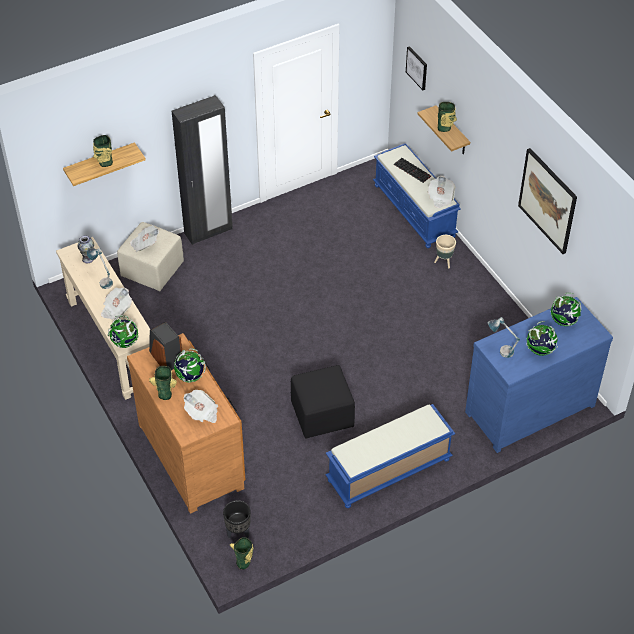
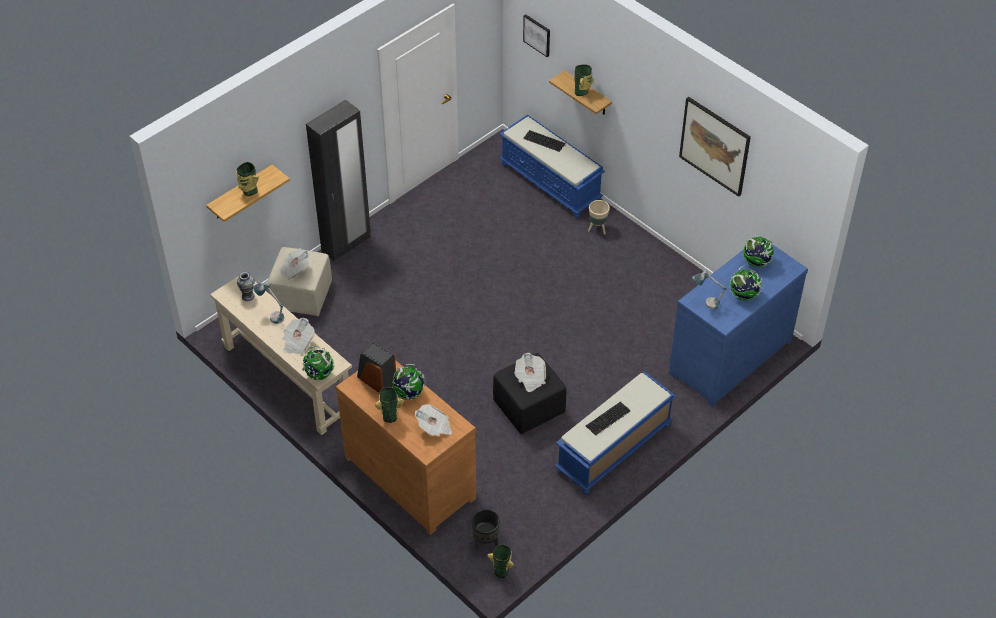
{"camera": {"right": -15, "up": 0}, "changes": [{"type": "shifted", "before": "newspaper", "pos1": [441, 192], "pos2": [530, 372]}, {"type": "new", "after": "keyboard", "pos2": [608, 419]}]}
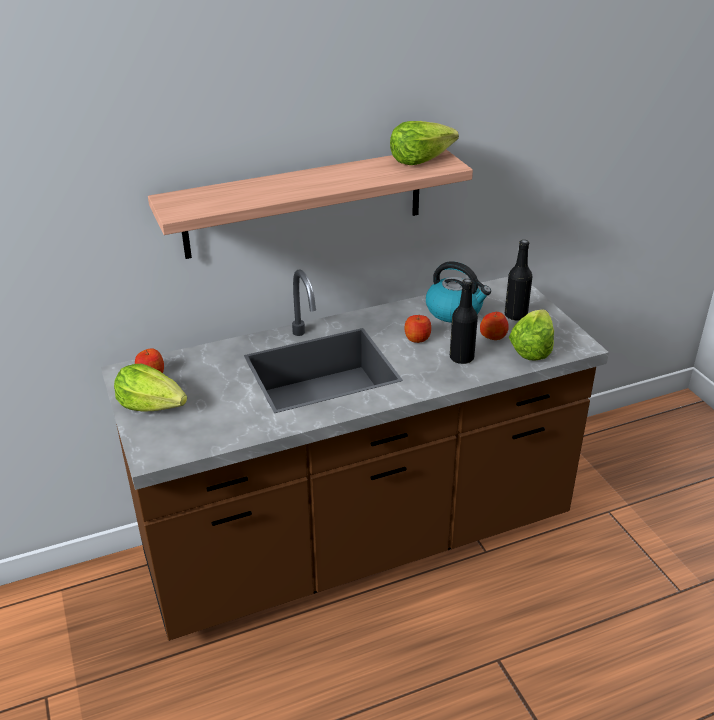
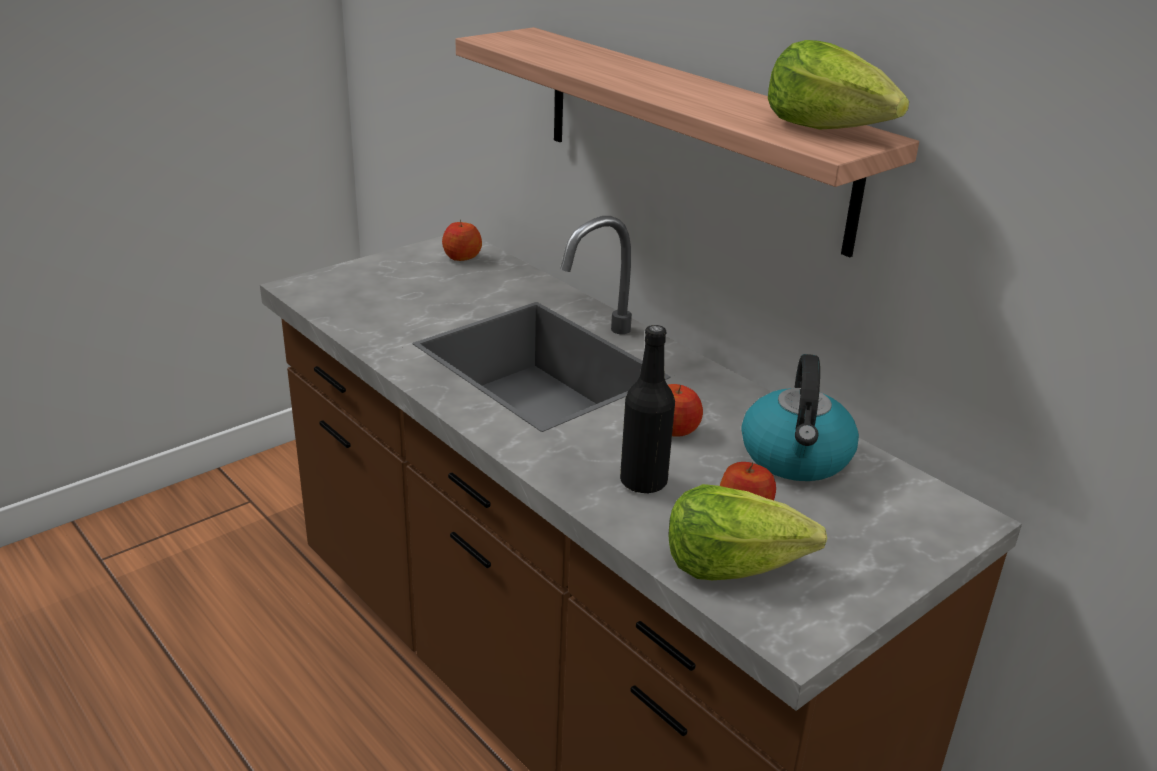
{"camera": {"right": 70, "up": -5}, "changes": [{"type": "gone", "before": "lettuce", "pos1": [150, 388]}, {"type": "gone", "before": "bottle in black", "pos1": [519, 280]}]}
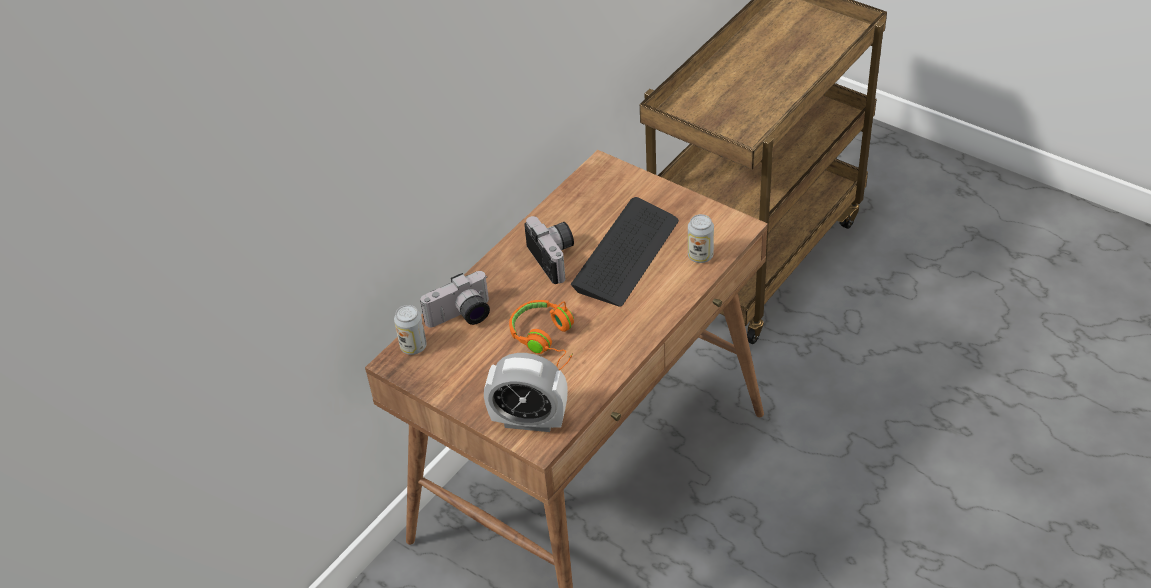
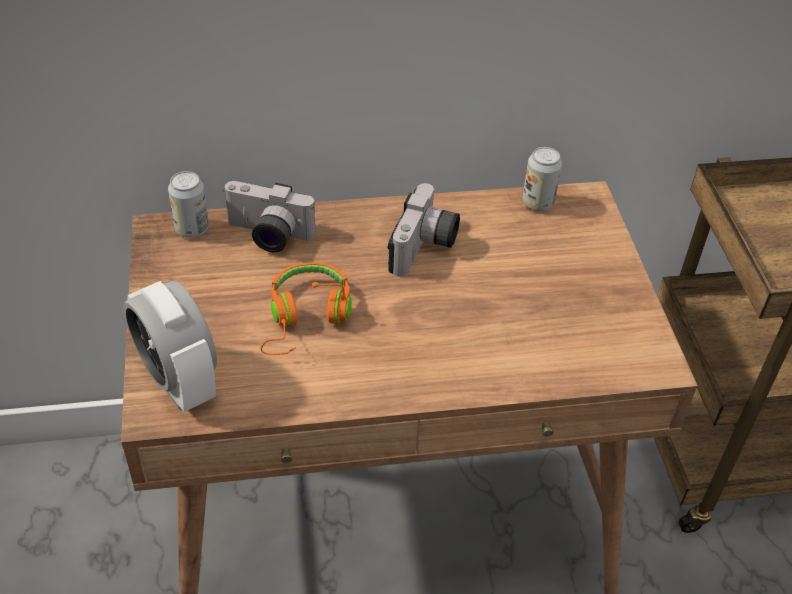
{"camera": {"right": 40, "up": 0}, "changes": [{"type": "shifted", "before": "can", "pos1": [701, 238], "pos2": [542, 179]}, {"type": "gone", "before": "keyboard", "pos1": [625, 252]}]}
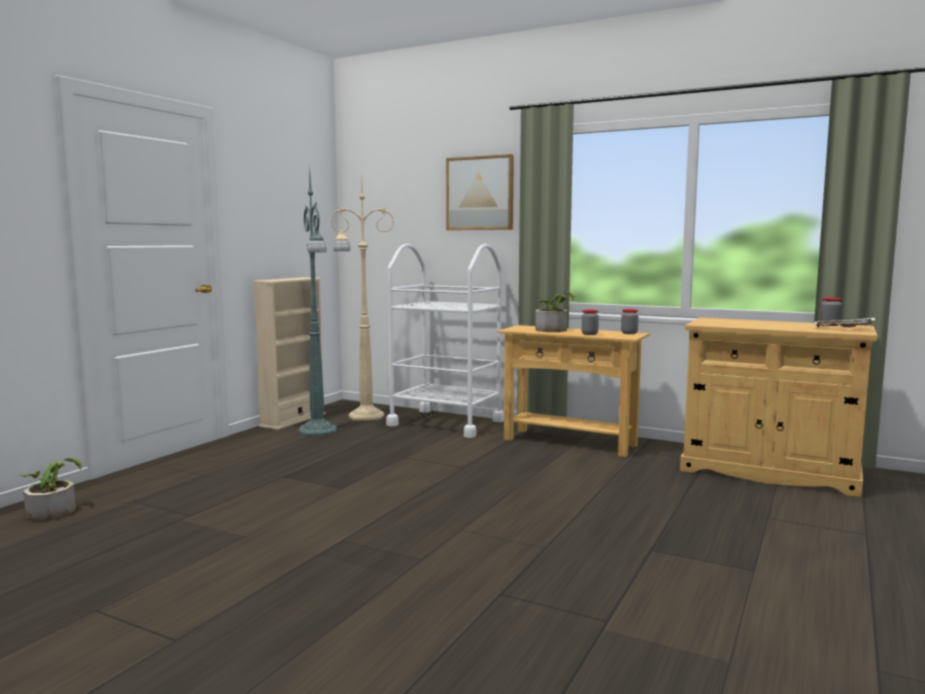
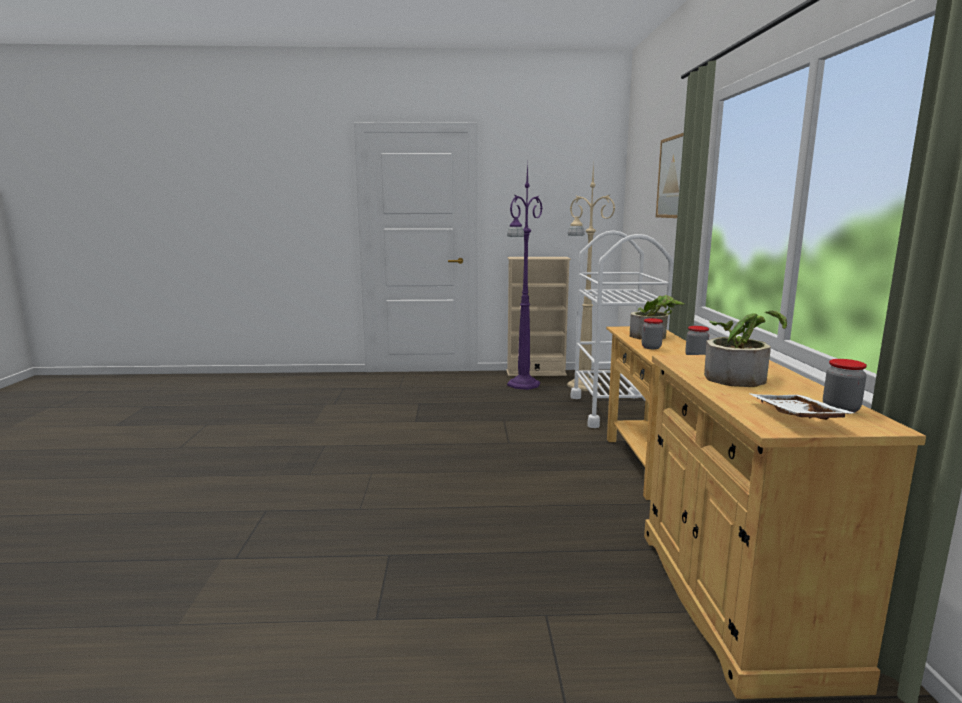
{"camera": {"right": 60, "up": 5}, "changes": [{"type": "repainted", "before": "floor lamp in green", "after": "floor lamp in purple", "pos1": [317, 300], "pos2": [524, 276]}, {"type": "shifted", "before": "potted plant", "pos1": [51, 489], "pos2": [745, 348]}]}
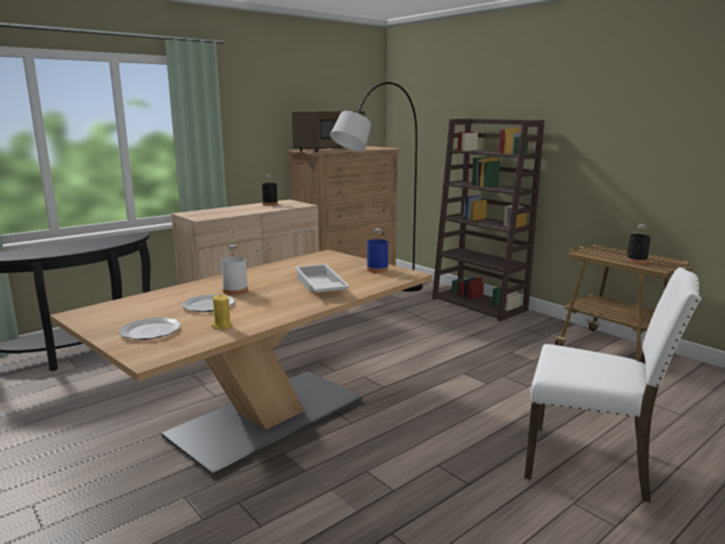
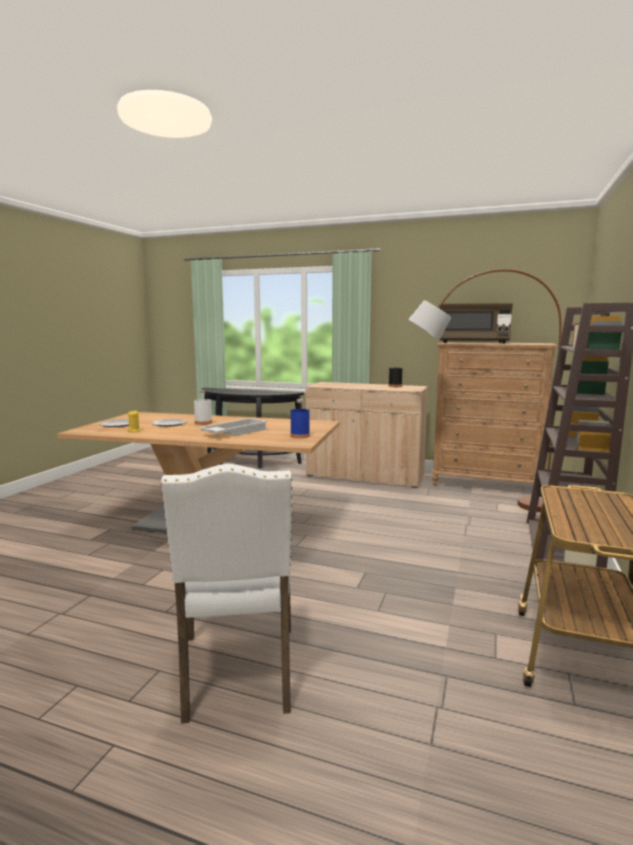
{"camera": {"right": 60, "up": -5}, "changes": [{"type": "repainted", "before": "floor lamp in grey", "after": "floor lamp in brown", "pos1": [376, 187], "pos2": [485, 390]}, {"type": "gone", "before": "bottle in black", "pos1": [638, 244]}]}
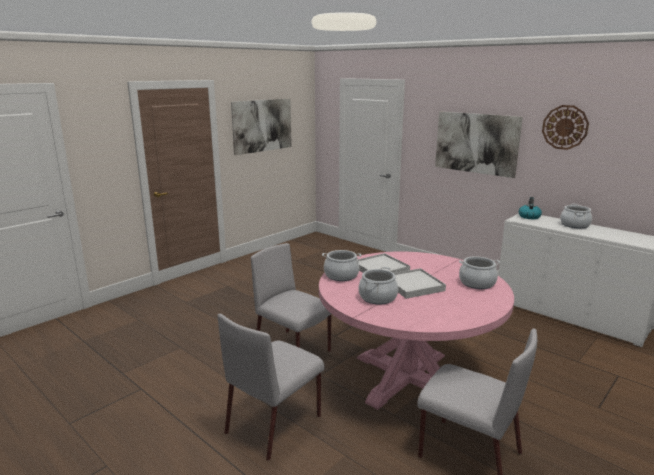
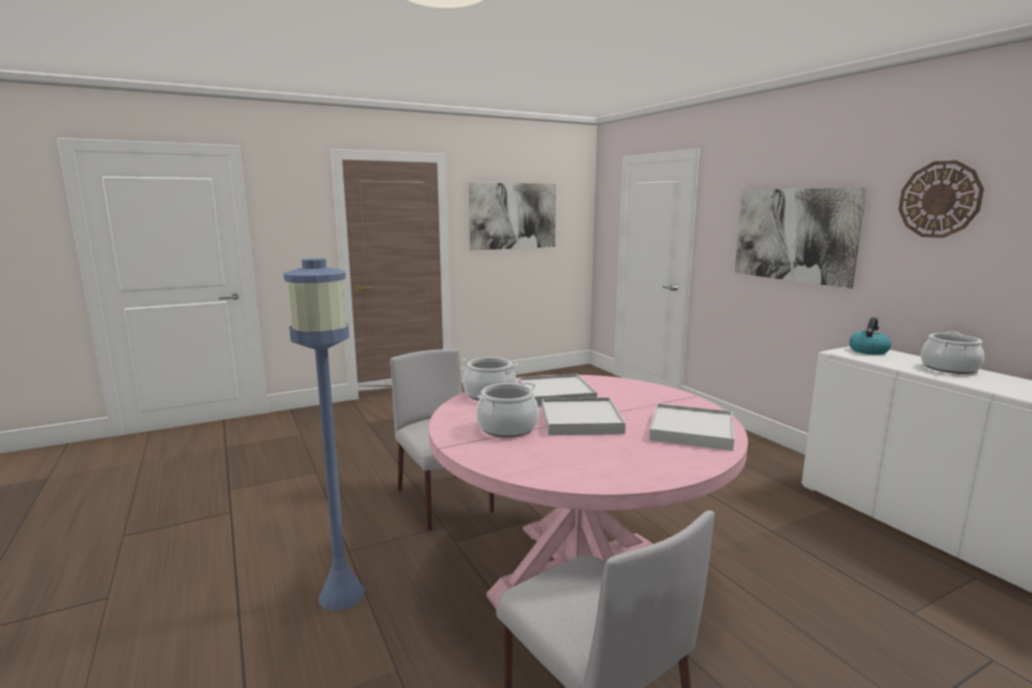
{"camera": {"right": 20, "up": -5}, "changes": [{"type": "swapped", "before": "chair in grey", "after": "floor lamp in blue", "pos1": [271, 387], "pos2": [324, 434]}, {"type": "swapped", "before": "cooking pot", "after": "tray in white", "pos1": [479, 272], "pos2": [691, 427]}]}
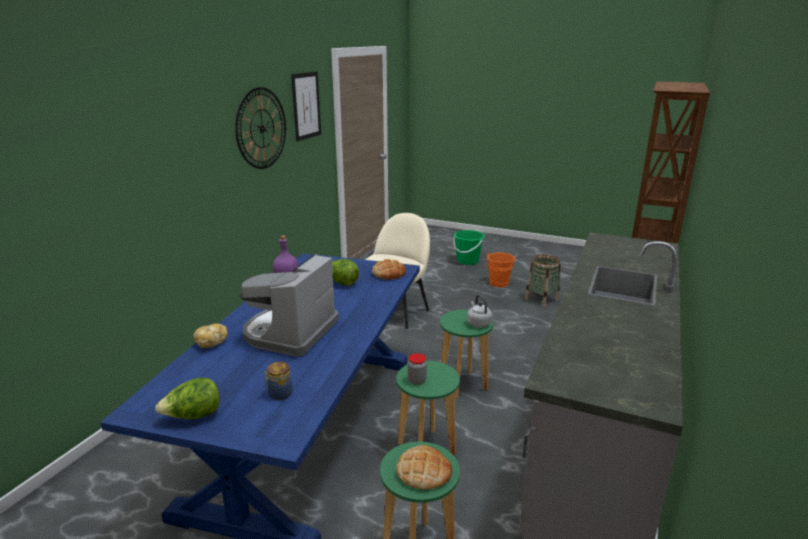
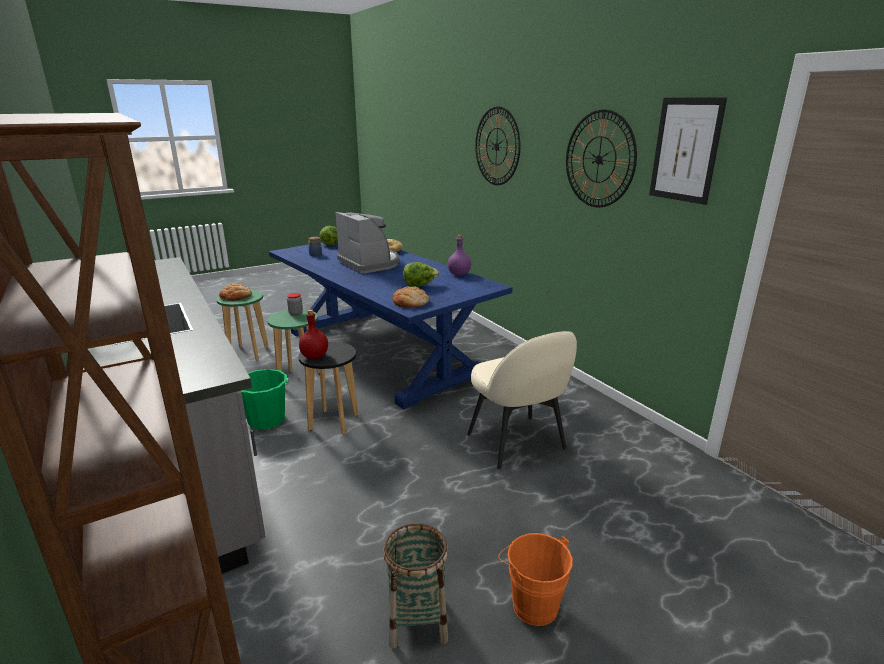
{"camera": {"right": 125, "up": 0}, "changes": [{"type": "shifted", "before": "bucket in green", "pos1": [469, 247], "pos2": [265, 399]}, {"type": "repainted", "before": "stool in green", "after": "stool in black", "pos1": [466, 354], "pos2": [328, 388]}, {"type": "swapped", "before": "kettle in grey", "after": "bottle in red", "pos1": [479, 311], "pos2": [313, 334]}, {"type": "new", "after": "wall clock", "pos2": [497, 145]}]}
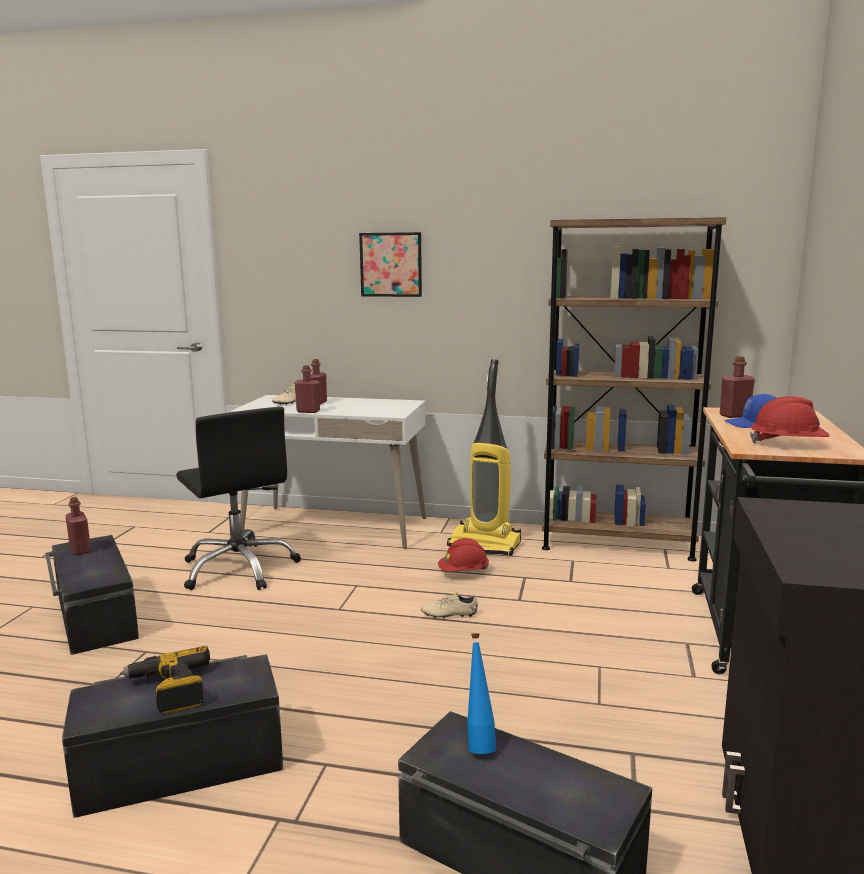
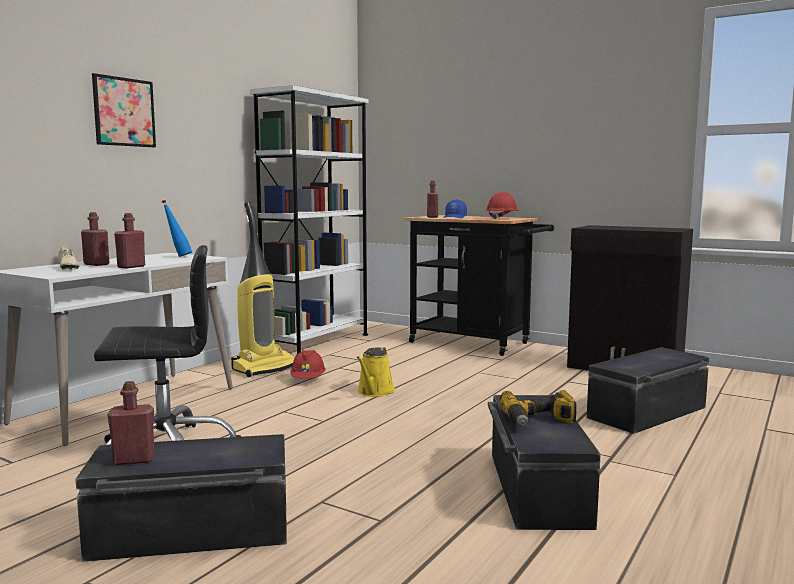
{"camera": {"right": -70, "up": -5}, "changes": [{"type": "shifted", "before": "bottle in blue", "pos1": [481, 693], "pos2": [177, 228]}, {"type": "repainted", "before": "bookcase in brown", "after": "bookcase in white", "pos1": [634, 389], "pos2": [309, 219]}, {"type": "swapped", "before": "shoe in beige", "after": "watering can in yellow", "pos1": [449, 605], "pos2": [375, 372]}]}
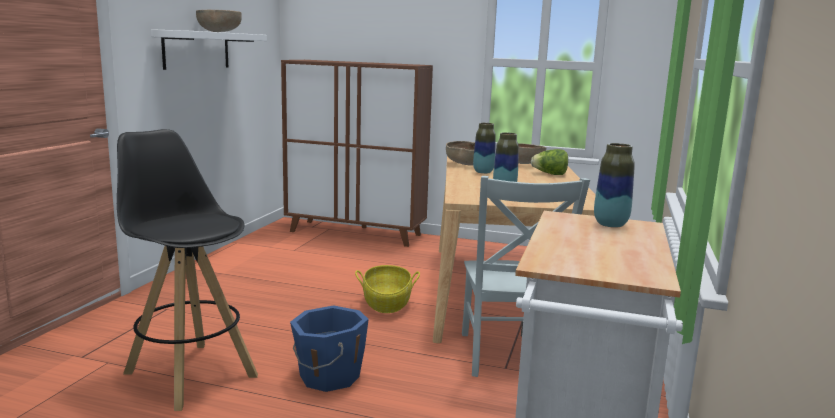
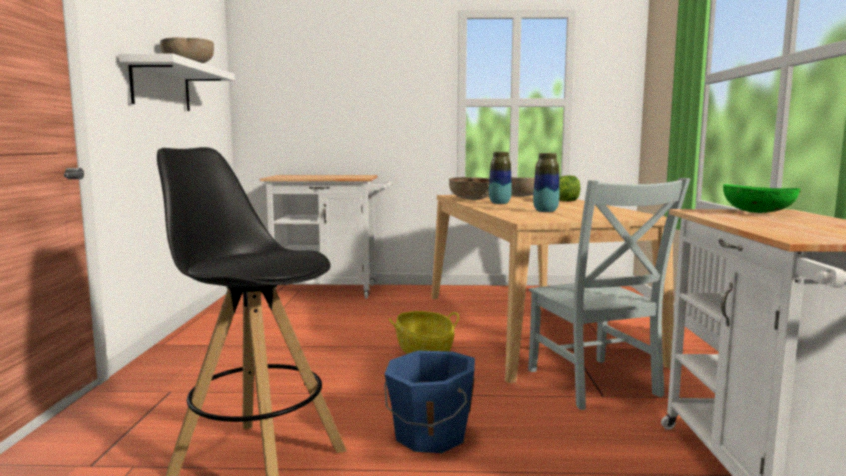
{"camera": {"right": -15, "up": -5}, "changes": [{"type": "swapped", "before": "cabinet in brown", "after": "cart in white", "pos1": [357, 153], "pos2": [326, 237]}, {"type": "swapped", "before": "vase", "after": "bowl in green", "pos1": [614, 185], "pos2": [762, 198]}]}
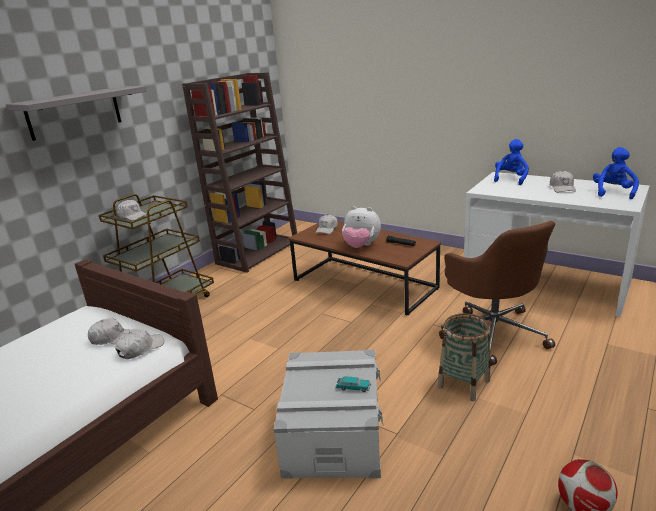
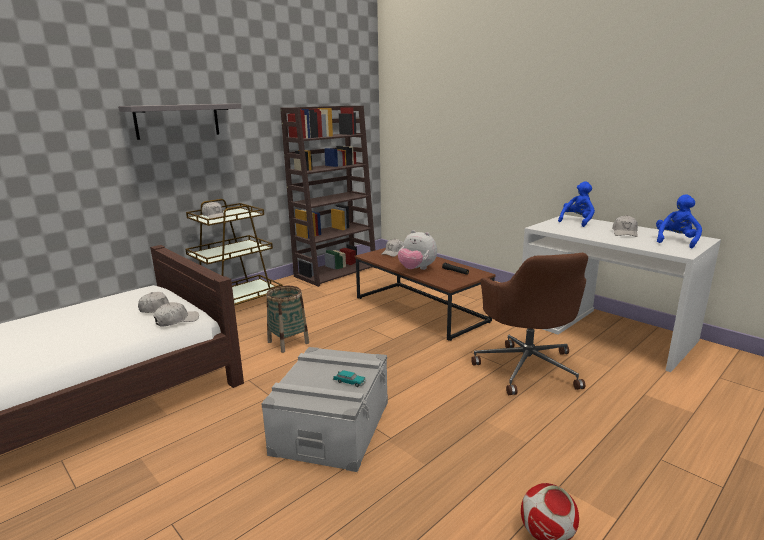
{"camera": {"right": 10, "up": -5}, "changes": [{"type": "shifted", "before": "basket", "pos1": [464, 357], "pos2": [287, 319]}]}
